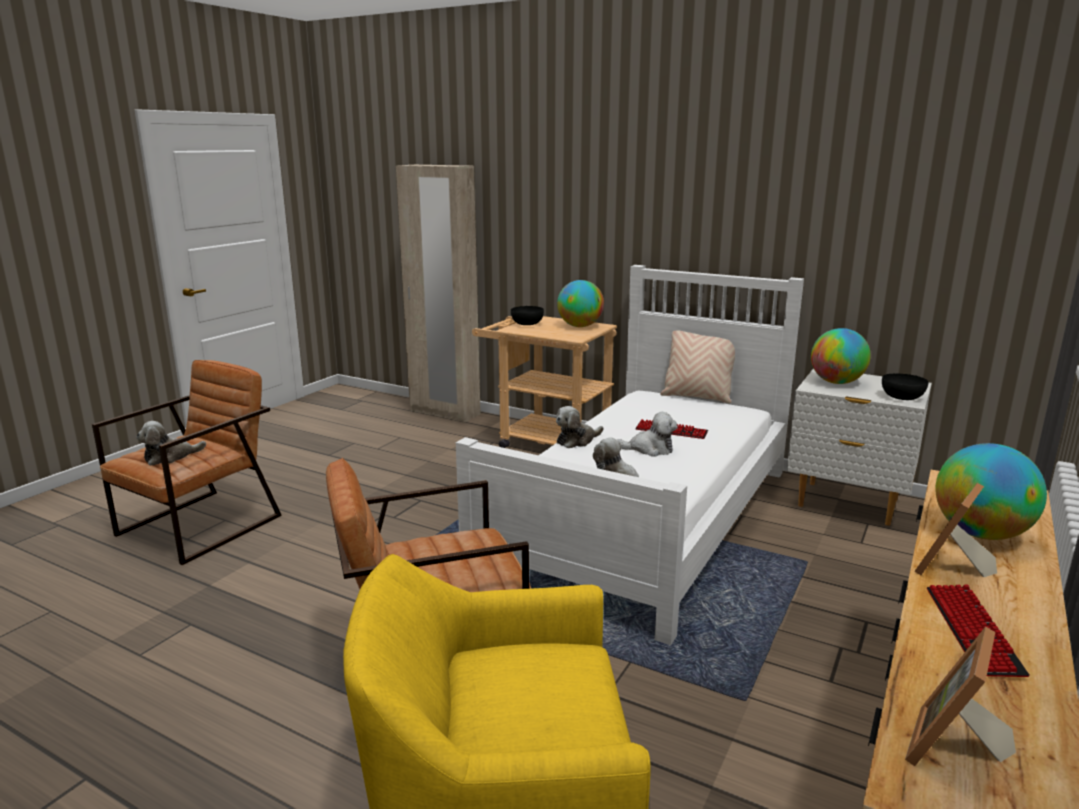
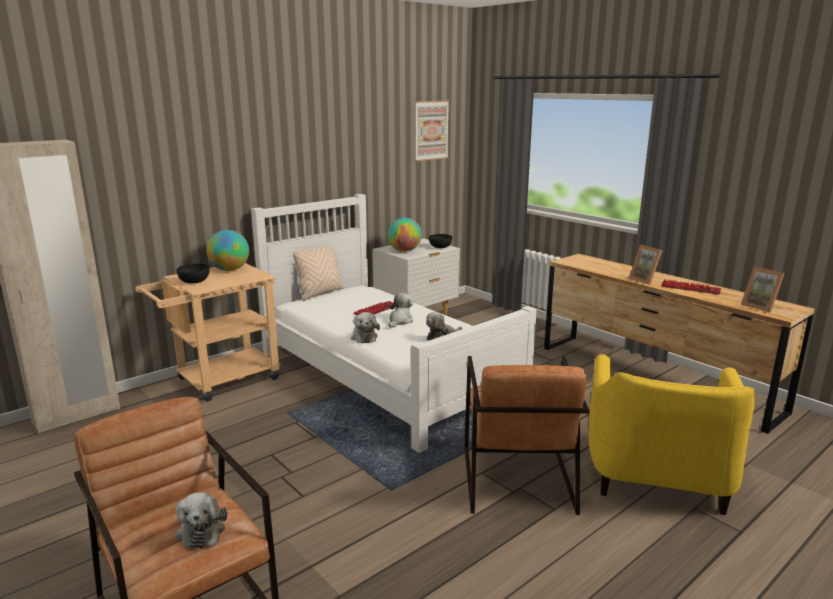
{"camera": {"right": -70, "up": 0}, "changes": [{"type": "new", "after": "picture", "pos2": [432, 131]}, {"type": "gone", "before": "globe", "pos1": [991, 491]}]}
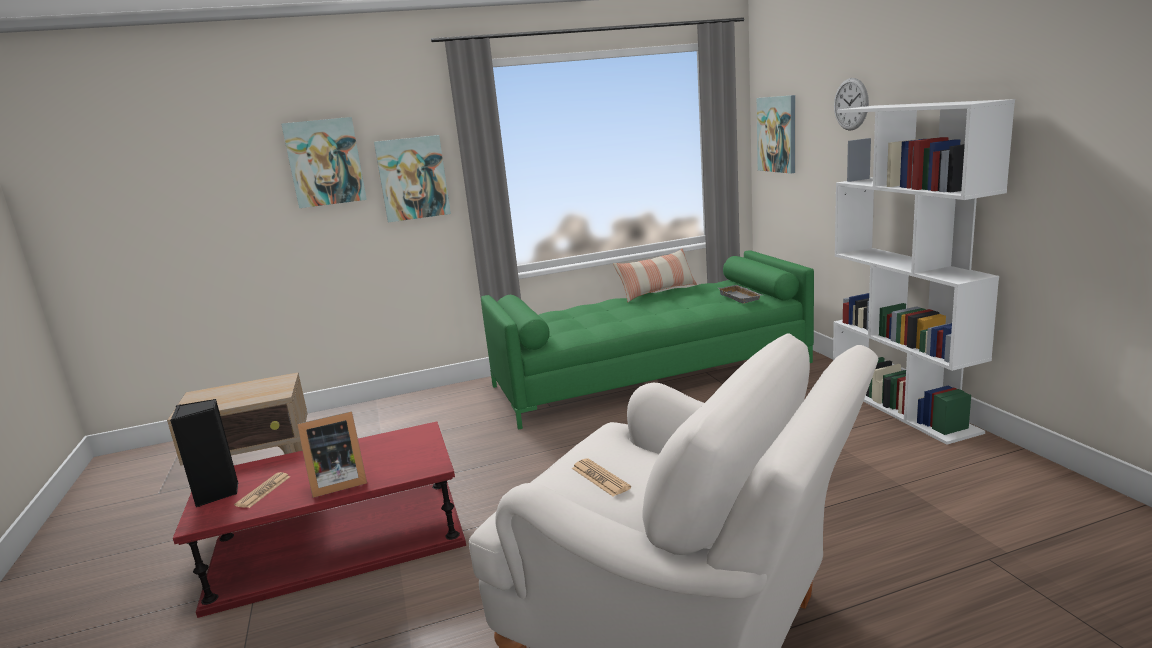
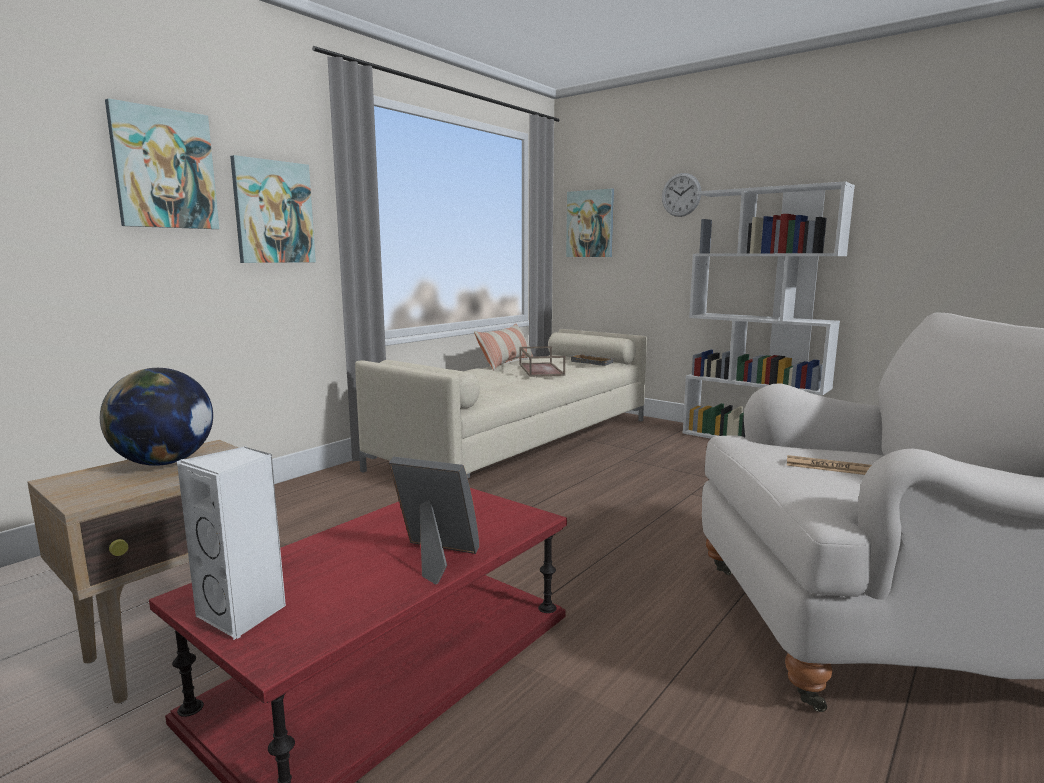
{"camera": {"right": -35, "up": -5}, "changes": [{"type": "new", "after": "globe", "pos2": [156, 417]}, {"type": "repainted", "before": "speaker in black", "after": "speaker in white", "pos1": [204, 453], "pos2": [231, 543]}, {"type": "repainted", "before": "sofa in green", "after": "sofa in beige", "pos1": [647, 340], "pos2": [501, 403]}, {"type": "rotated", "before": "picture frame", "pos1": [332, 454], "pos2": [434, 521], "turn": -105}, {"type": "new", "after": "tray in brown", "pos2": [542, 361]}, {"type": "gone", "before": "newspaper", "pos1": [262, 490]}]}
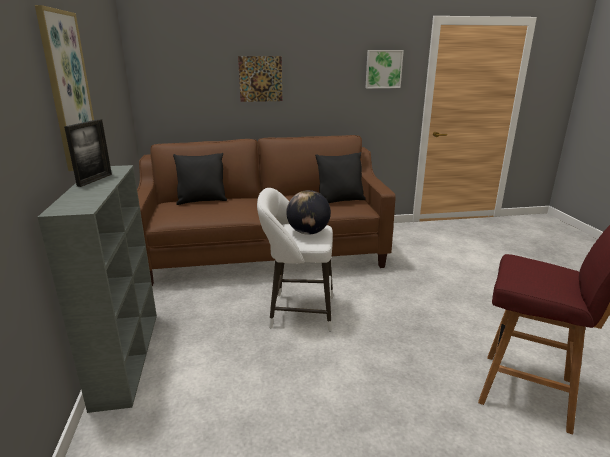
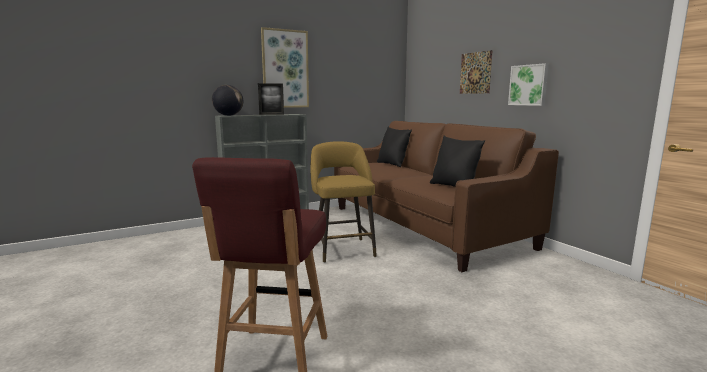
{"camera": {"right": 70, "up": -10}, "changes": [{"type": "shifted", "before": "globe", "pos1": [308, 212], "pos2": [227, 100]}, {"type": "repainted", "before": "stool in white", "after": "stool in yellow", "pos1": [295, 260], "pos2": [344, 202]}, {"type": "shifted", "before": "picture", "pos1": [385, 69], "pos2": [528, 84]}]}
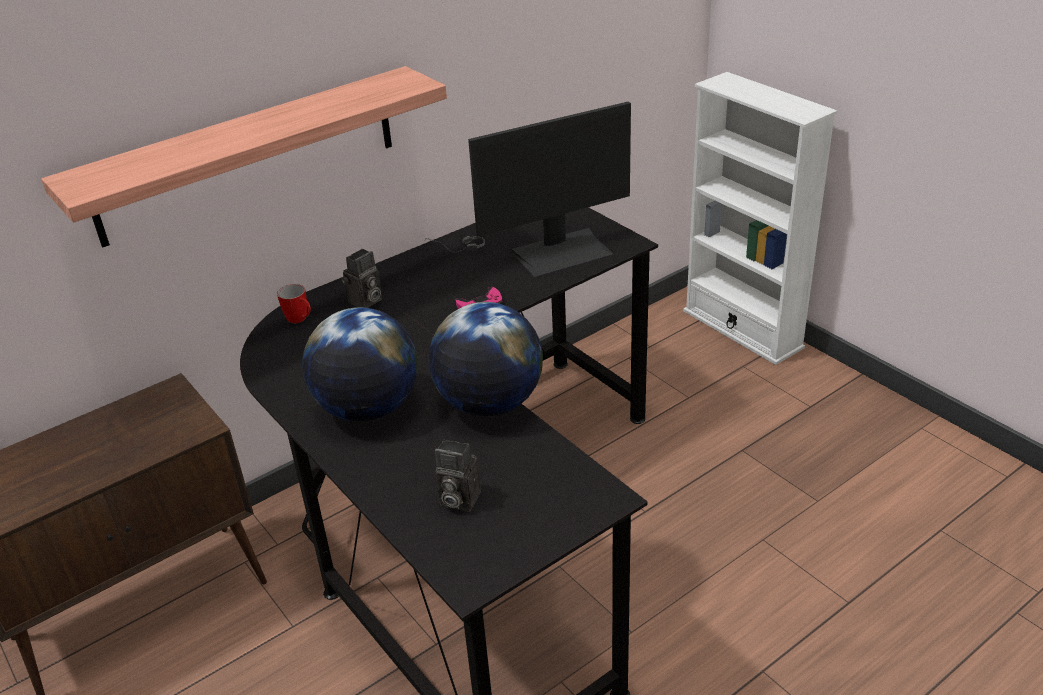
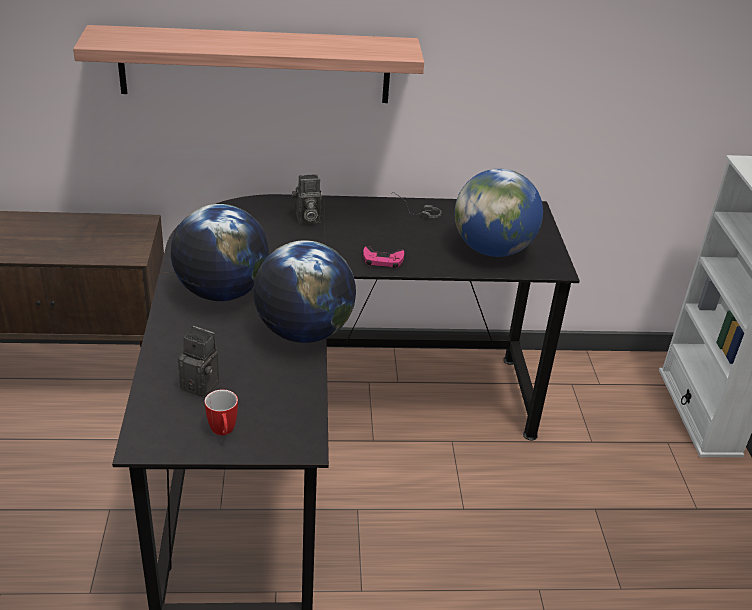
{"camera": {"right": 30, "up": 0}, "changes": [{"type": "rotated", "before": "photo camera", "pos1": [458, 475], "pos2": [198, 362], "turn": 150}, {"type": "shifted", "before": "mug", "pos1": [294, 304], "pos2": [221, 413]}, {"type": "swapped", "before": "monitor", "after": "globe", "pos1": [549, 189], "pos2": [498, 213]}]}
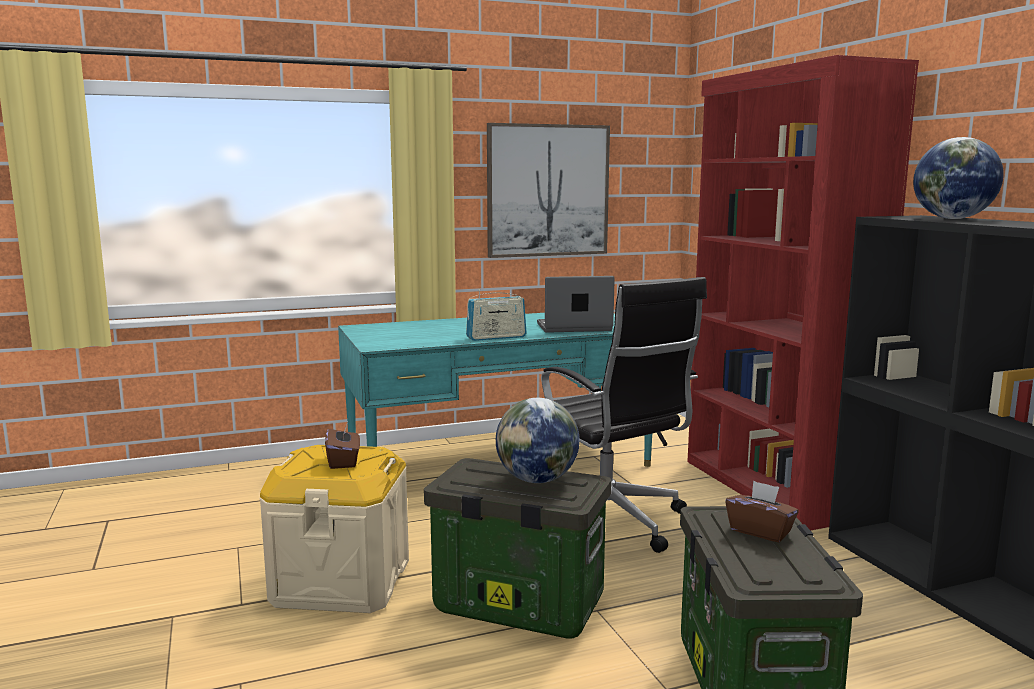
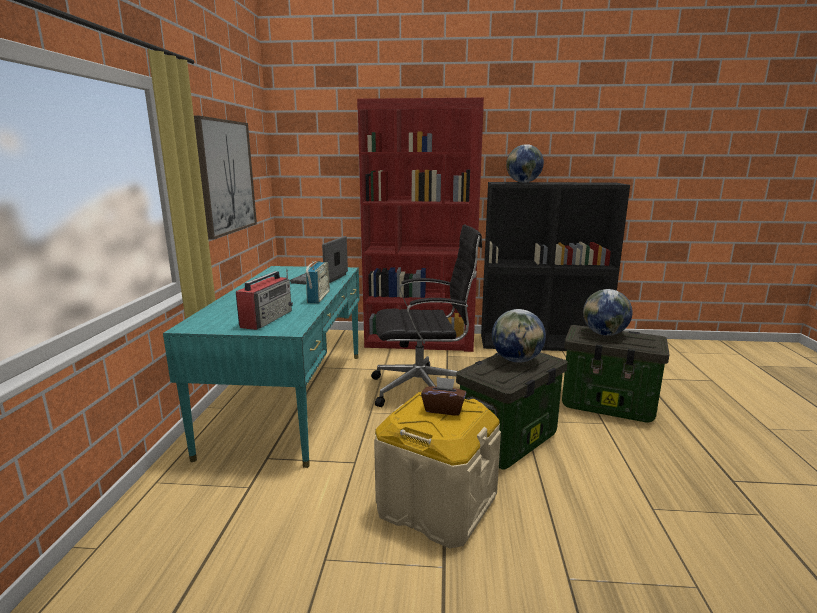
{"camera": {"right": -65, "up": 5}, "changes": [{"type": "new", "after": "radio", "pos2": [264, 299]}, {"type": "swapped", "before": "tissue box in brown", "after": "globe", "pos1": [762, 511], "pos2": [608, 312]}]}
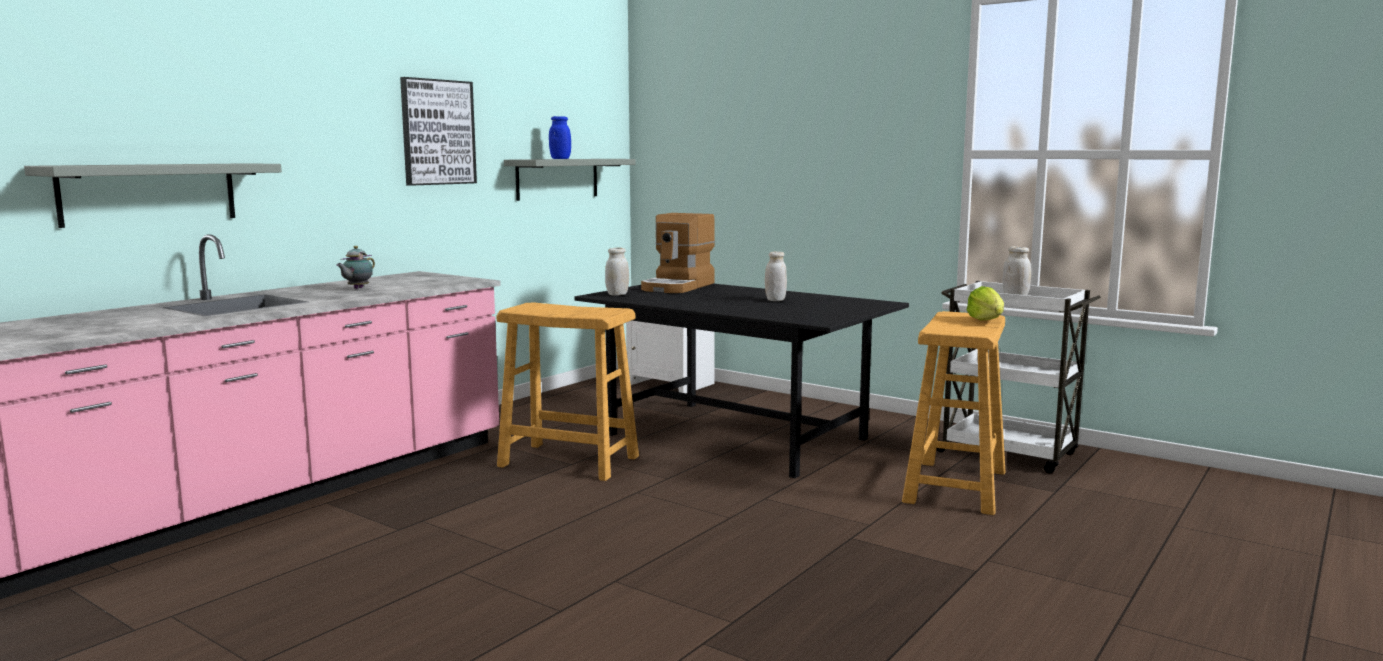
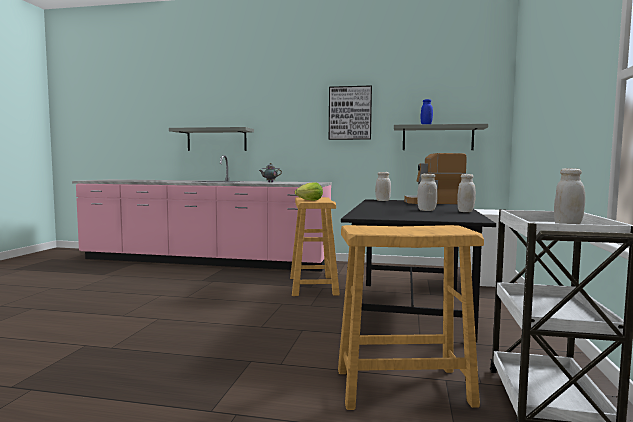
{"camera": {"right": 65, "up": -5}, "changes": [{"type": "shifted", "before": "lettuce", "pos1": [985, 303], "pos2": [309, 191]}, {"type": "new", "after": "jar in white", "pos2": [466, 193]}]}
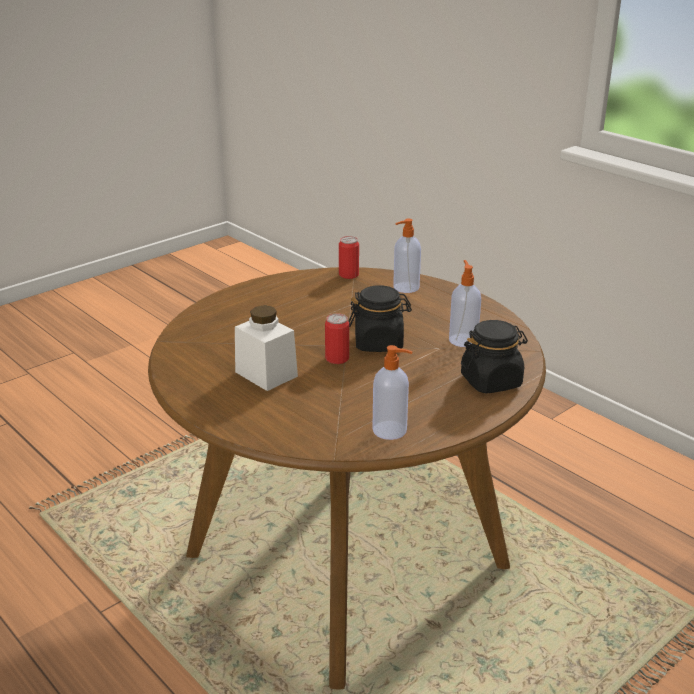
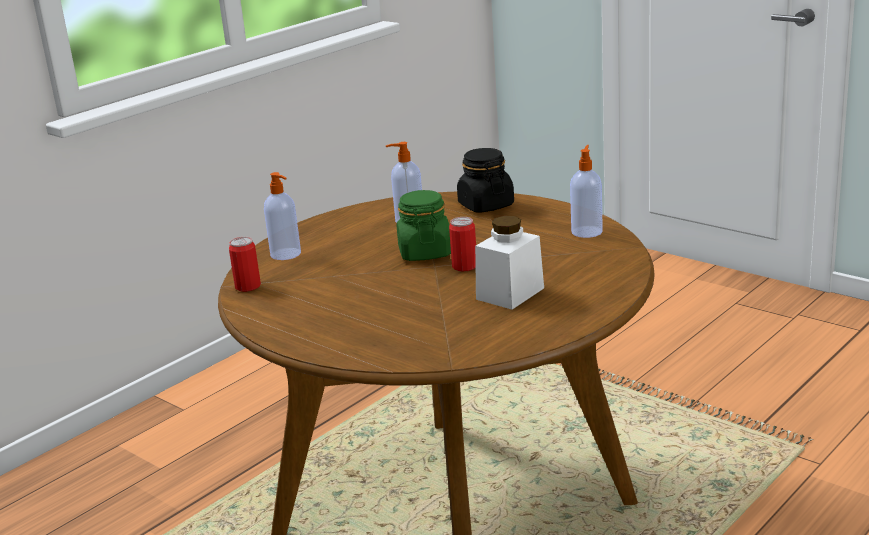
{"camera": {"right": -95, "up": -5}, "changes": [{"type": "repainted", "before": "jar in black", "after": "jar in green", "pos1": [380, 318], "pos2": [424, 225]}]}
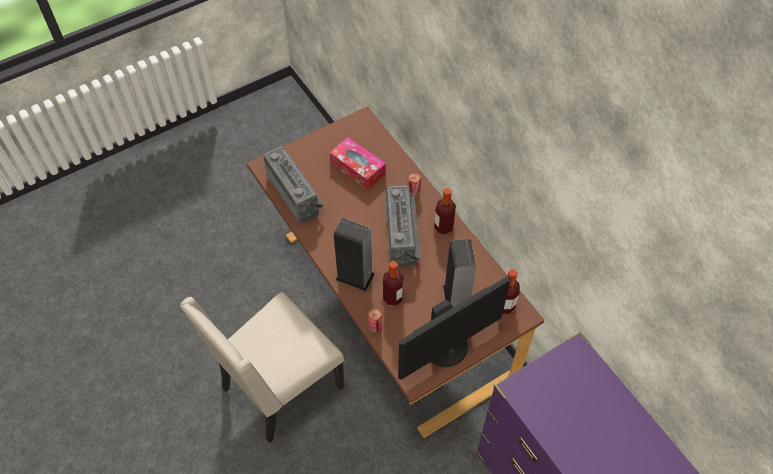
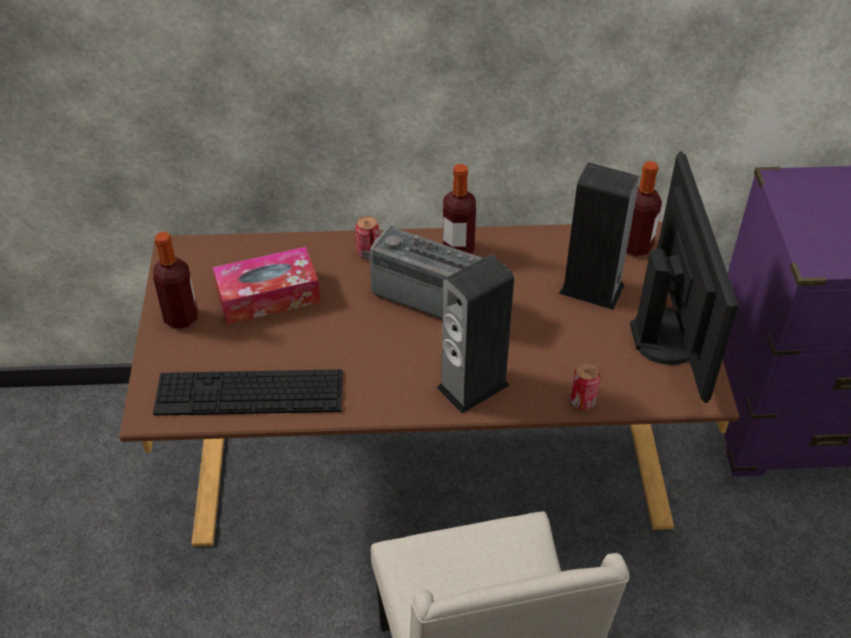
{"camera": {"right": -60, "up": -10}, "changes": [{"type": "shifted", "before": "bottle", "pos1": [393, 283], "pos2": [175, 280]}, {"type": "swapped", "before": "radio", "after": "keyboard", "pos1": [294, 185], "pos2": [248, 392]}]}
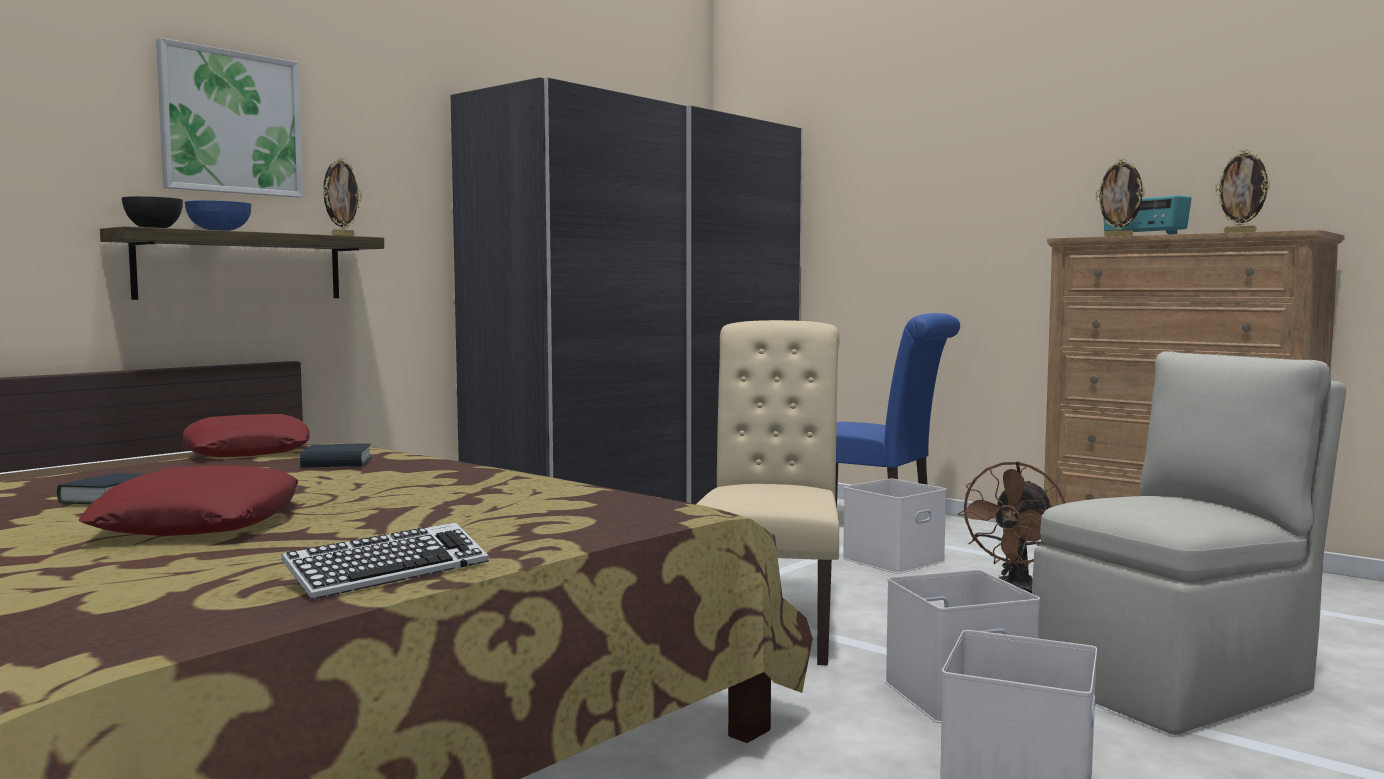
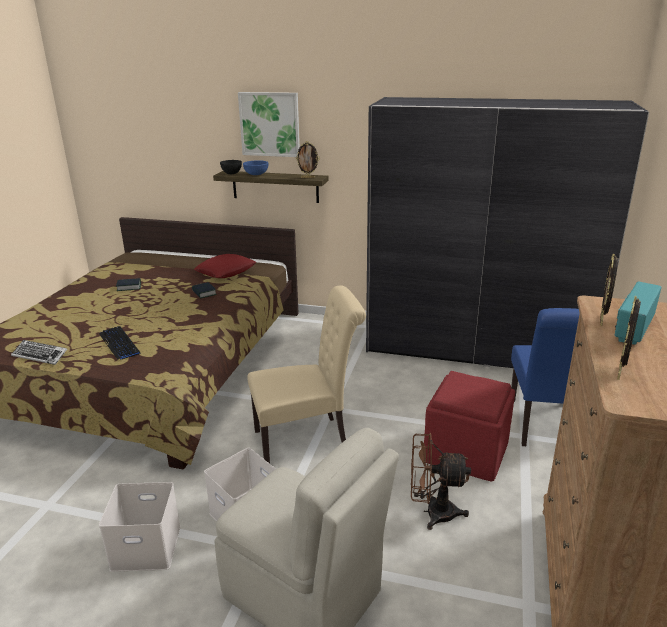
{"camera": {"right": 65, "up": 20}, "changes": [{"type": "new", "after": "keyboard", "pos2": [120, 343]}, {"type": "swapped", "before": "storage box in white", "after": "ottoman in red", "pos1": [894, 526], "pos2": [469, 426]}, {"type": "gone", "before": "pillow in red", "pos1": [189, 500]}]}
